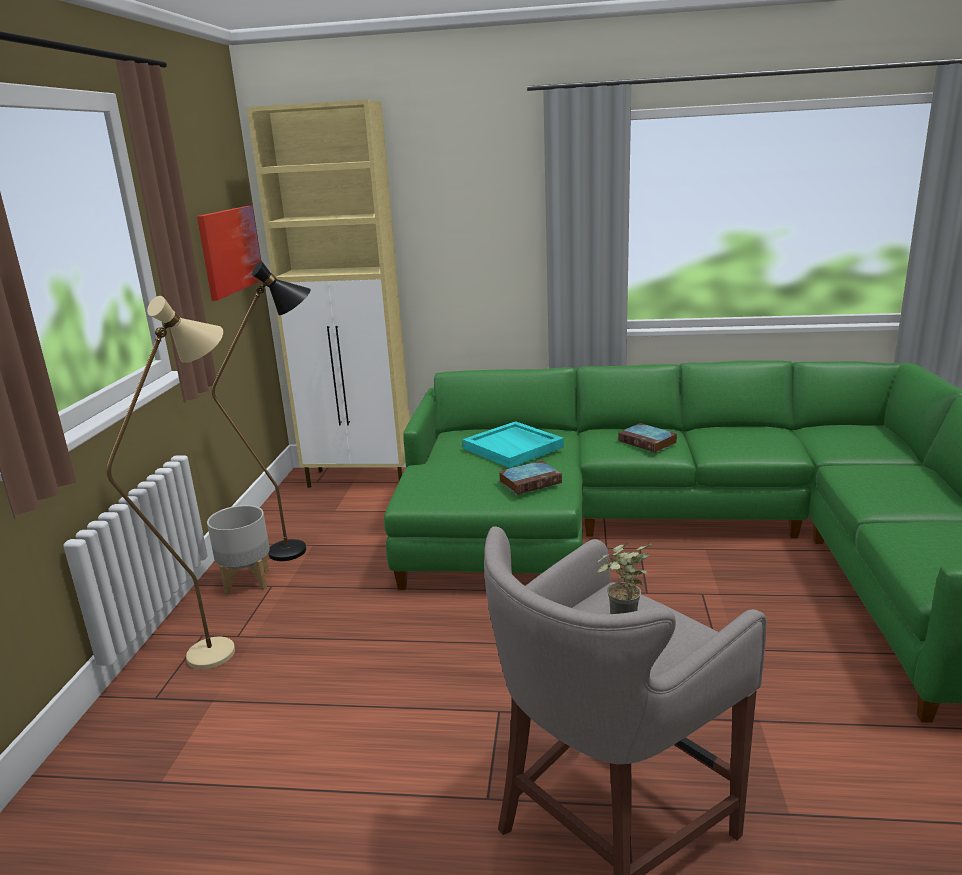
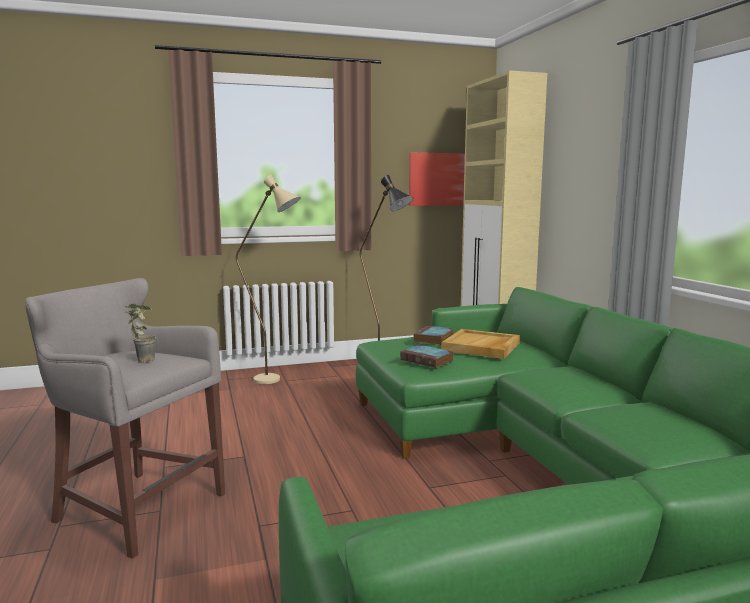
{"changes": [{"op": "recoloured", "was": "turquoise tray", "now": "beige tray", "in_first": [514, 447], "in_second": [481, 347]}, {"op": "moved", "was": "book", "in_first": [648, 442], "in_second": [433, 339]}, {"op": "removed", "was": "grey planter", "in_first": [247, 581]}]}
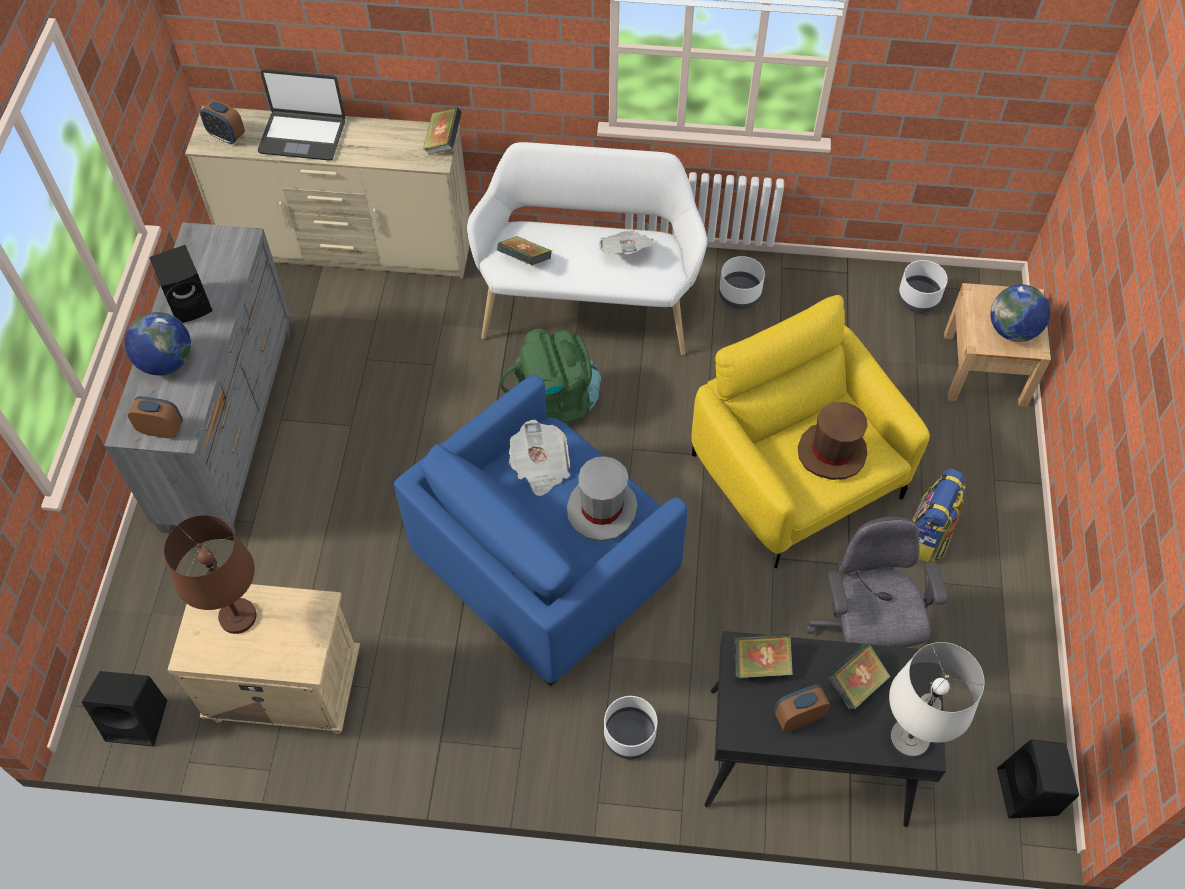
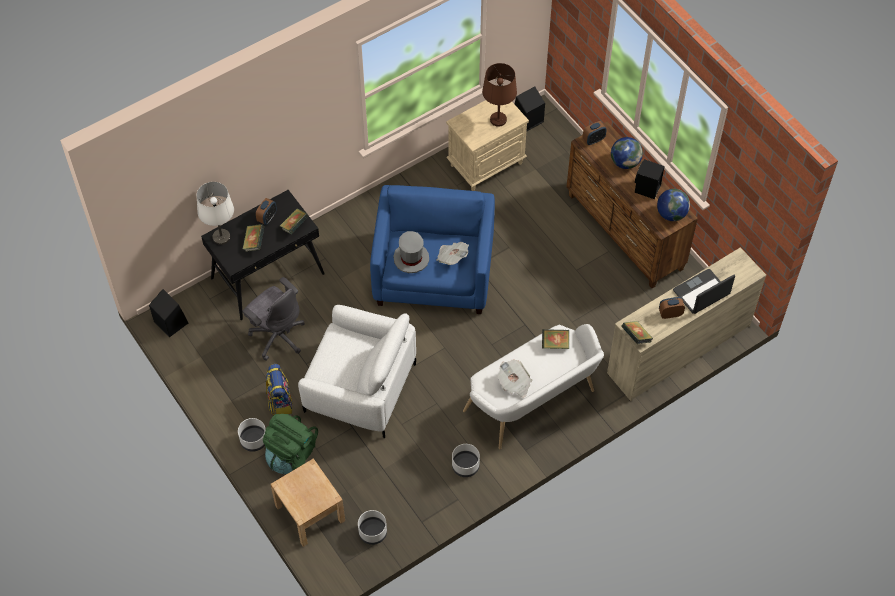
{"changes": [{"op": "moved", "was": "alarm clock", "in_first": [226, 136], "in_second": [670, 313]}, {"op": "recoloured", "was": "grey dresser", "now": "brown dresser", "in_first": [230, 428], "in_second": [624, 233]}, {"op": "moved", "was": "globe", "in_first": [1012, 330], "in_second": [671, 214]}, {"op": "recoloured", "was": "yellow armchair", "now": "white armchair", "in_first": [797, 477], "in_second": [359, 388]}, {"op": "moved", "was": "green backpack", "in_first": [555, 403], "in_second": [291, 454]}, {"op": "removed", "was": "brown hat", "in_first": [832, 452]}, {"op": "moved", "was": "white planter", "in_first": [630, 735], "in_second": [253, 440]}]}
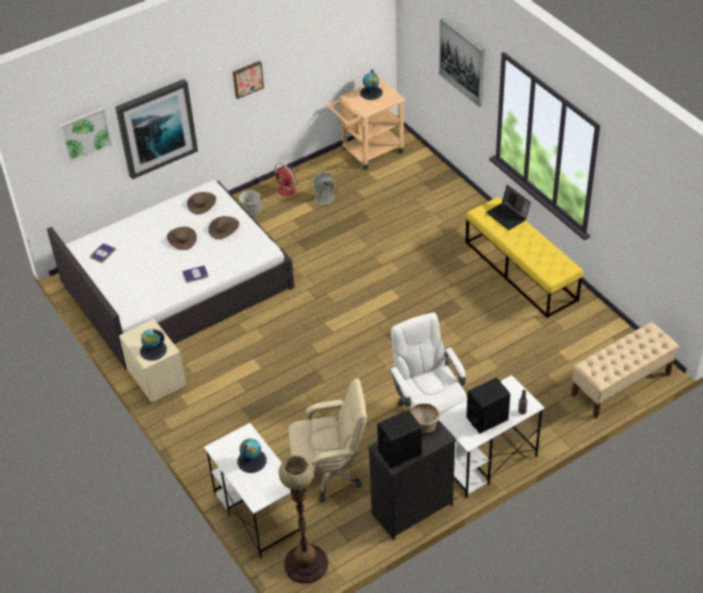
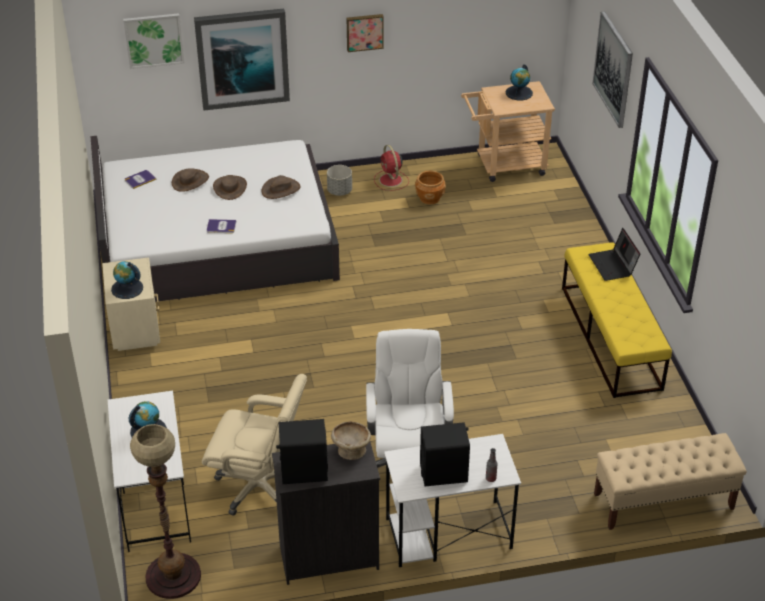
{"changes": [{"op": "replaced", "was": "grey fan", "now": "brown planter", "in_first": [325, 197], "in_second": [430, 198]}, {"op": "moved", "was": "brown hat", "in_first": [202, 203], "in_second": [190, 181]}]}
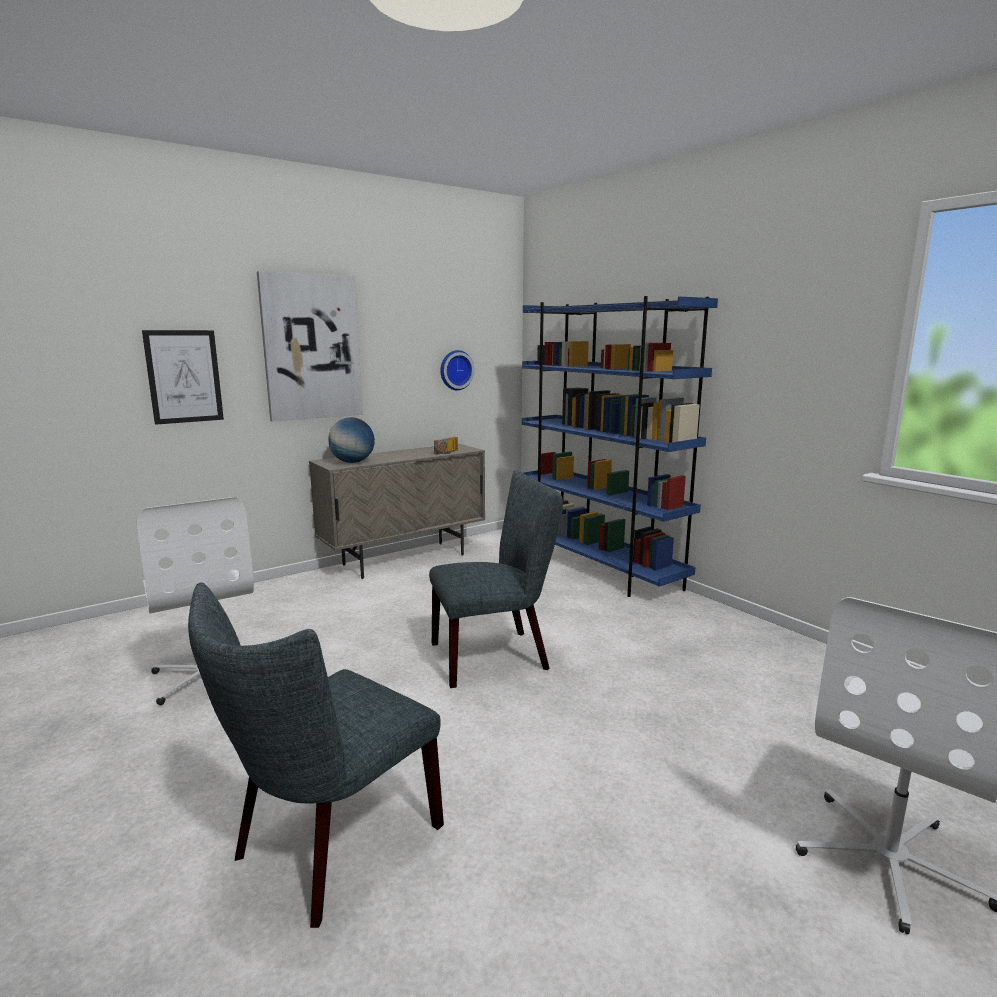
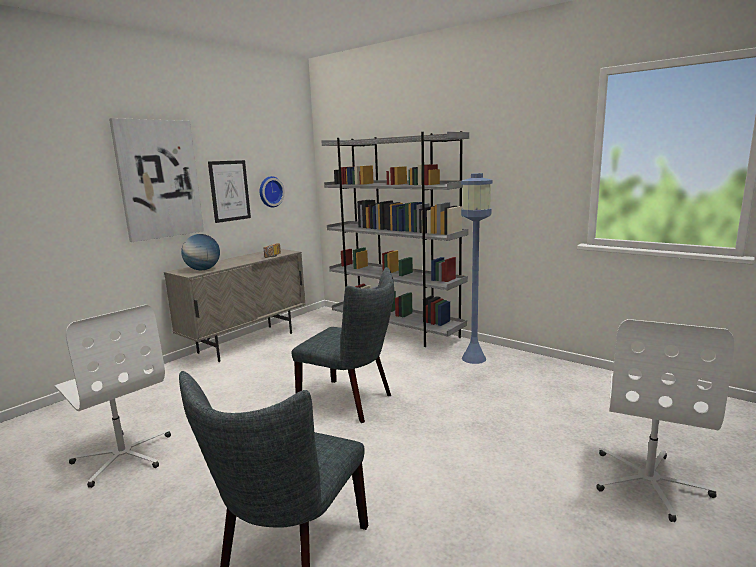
{"changes": [{"op": "recoloured", "was": "blue bookcase", "now": "grey bookcase", "in_first": [599, 569], "in_second": [396, 330]}, {"op": "moved", "was": "picture", "in_first": [184, 376], "in_second": [229, 191]}, {"op": "turned", "was": "grey chair", "in_first": [497, 655], "in_second": [351, 402], "clockwise": 60}, {"op": "added", "now": "blue floor lamp", "in_second": [474, 358]}]}
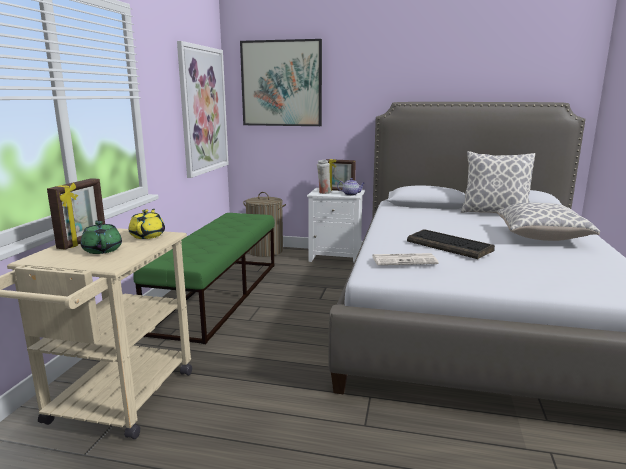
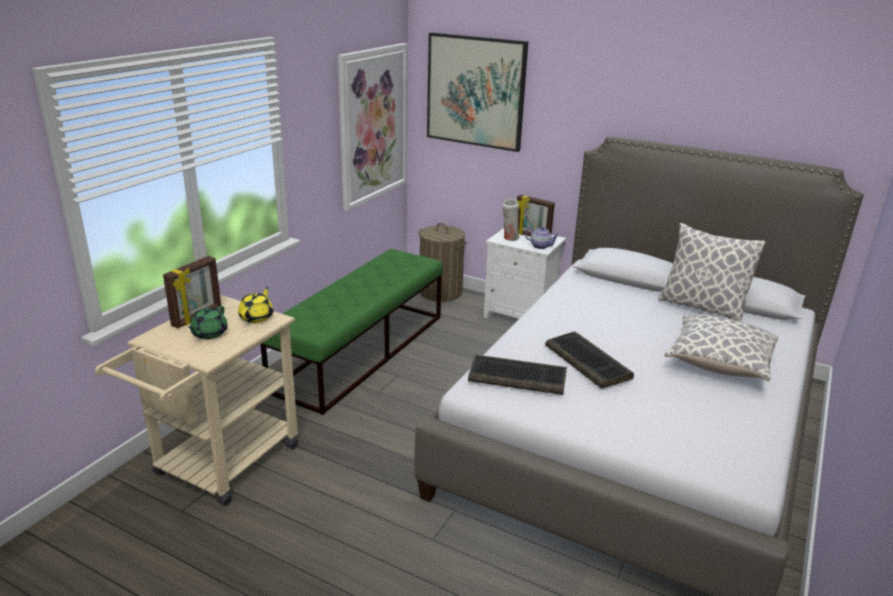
{"changes": [{"op": "turned", "was": "green teapot", "in_first": [102, 250], "in_second": [209, 333], "clockwise": -150}, {"op": "replaced", "was": "newspaper", "now": "keyboard", "in_first": [405, 260], "in_second": [518, 376]}]}
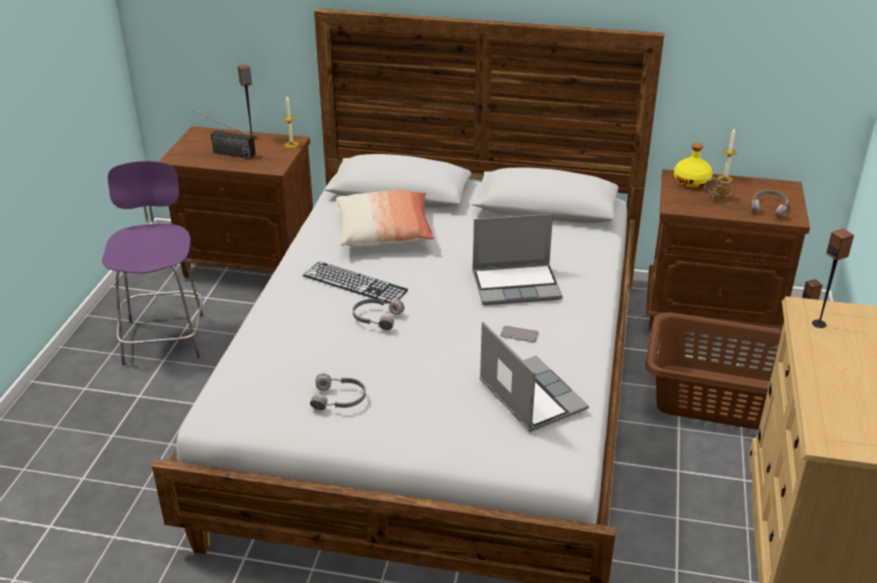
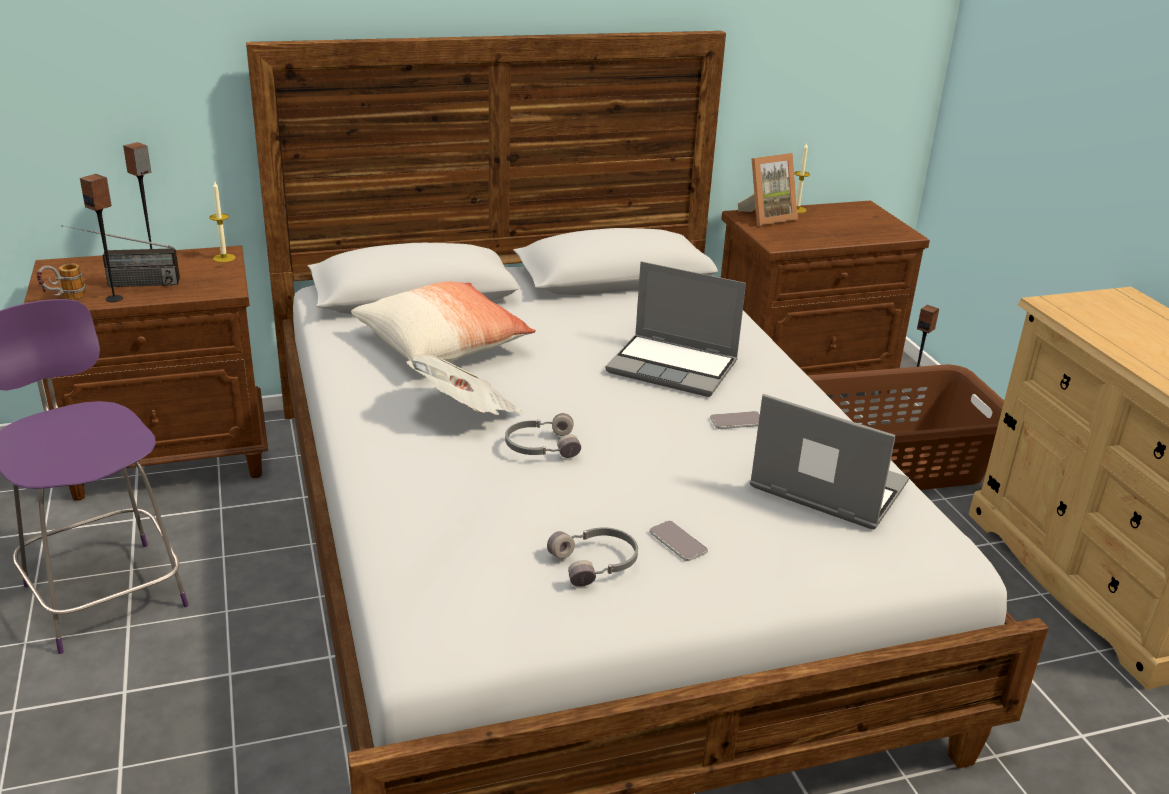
{"changes": [{"op": "replaced", "was": "yellow bottle", "now": "picture frame", "in_first": [692, 181], "in_second": [766, 217]}, {"op": "moved", "was": "mug", "in_first": [715, 198], "in_second": [64, 298]}, {"op": "removed", "was": "grey headphones", "in_first": [769, 208]}, {"op": "turned", "was": "laptop", "in_first": [517, 285], "in_second": [674, 367], "clockwise": 60}, {"op": "moved", "was": "speaker", "in_first": [819, 324], "in_second": [114, 298]}, {"op": "replaced", "was": "keyboard", "now": "newspaper", "in_first": [355, 283], "in_second": [466, 412]}, {"op": "added", "now": "phone", "in_second": [678, 542]}]}
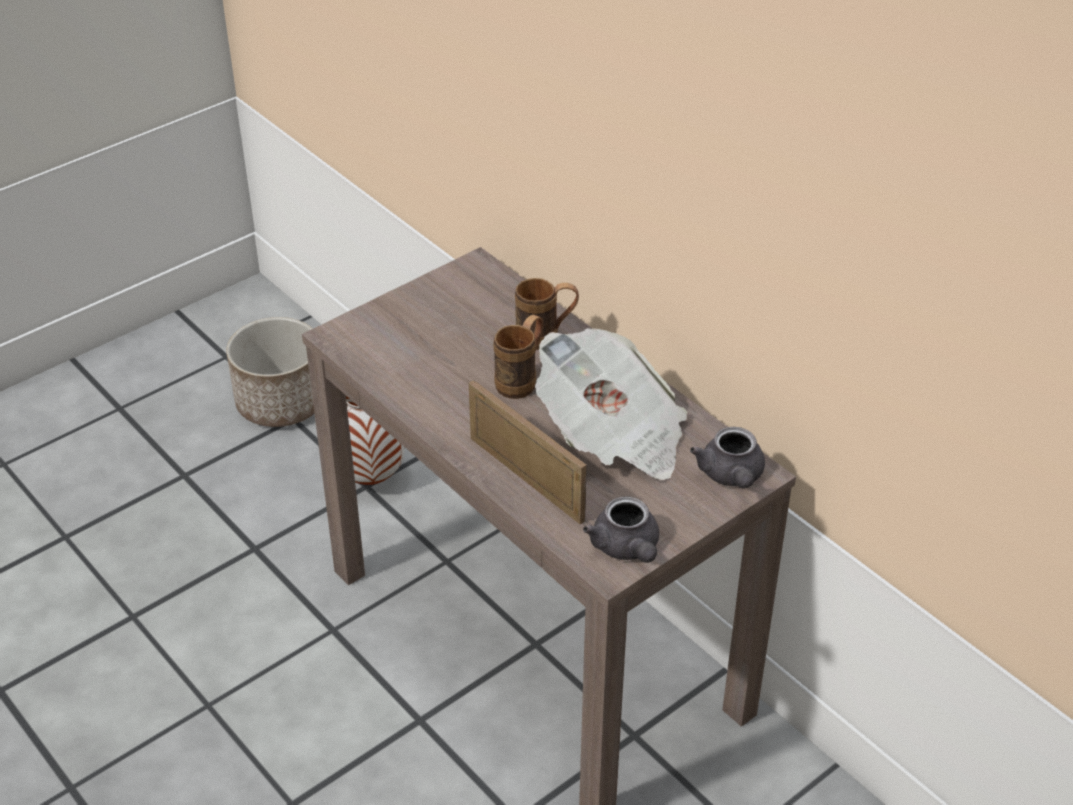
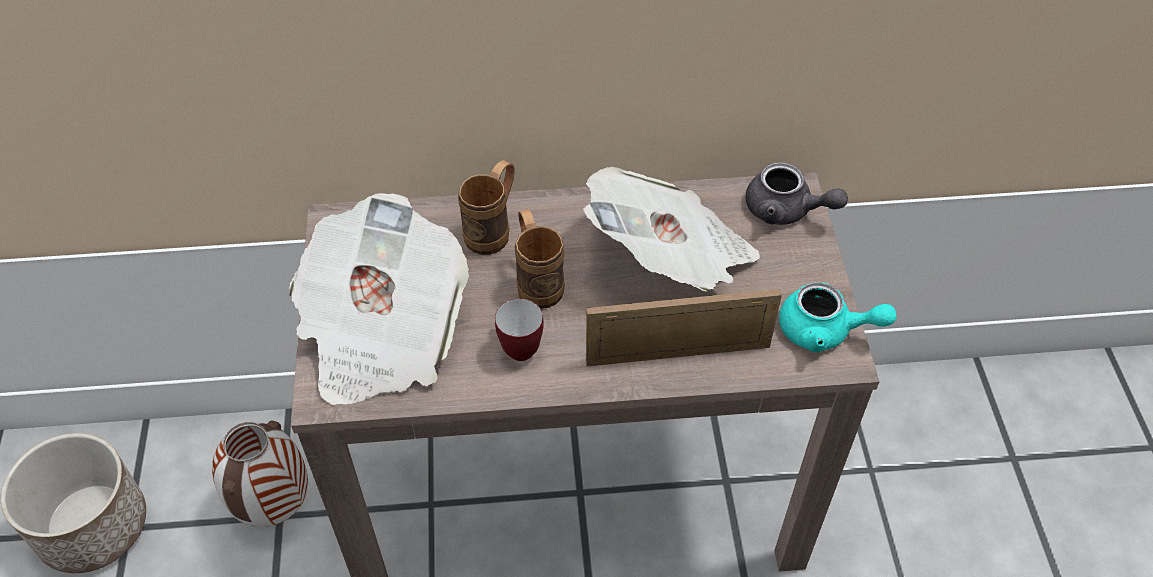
{"changes": [{"op": "recoloured", "was": "grey teapot", "now": "turquoise teapot", "in_first": [627, 548], "in_second": [825, 331]}, {"op": "added", "now": "newspaper", "in_second": [381, 332]}, {"op": "added", "now": "mug", "in_second": [516, 347]}]}
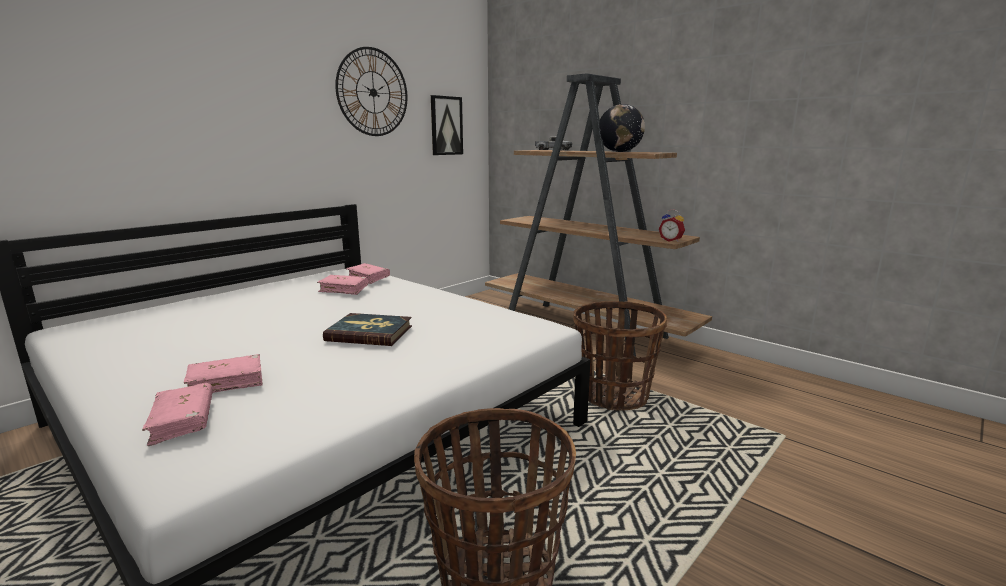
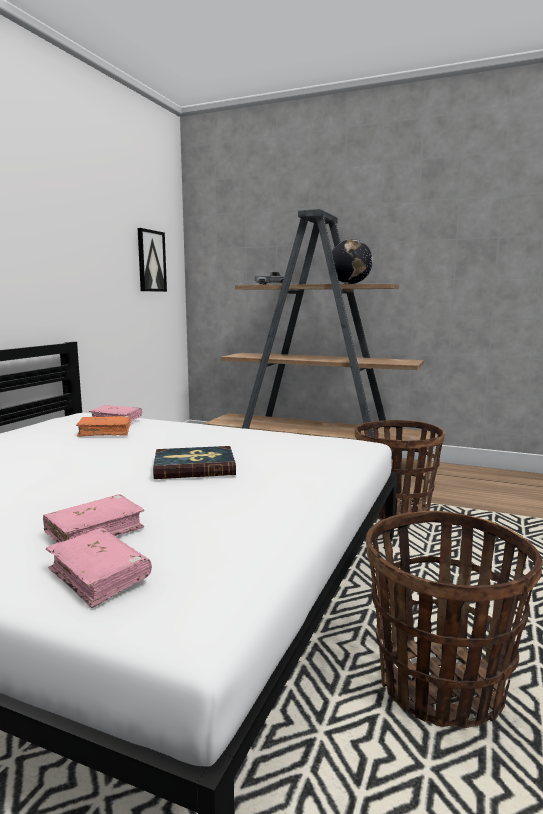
{"changes": [{"op": "removed", "was": "wall clock", "in_first": [373, 92]}, {"op": "removed", "was": "alarm clock", "in_first": [671, 240]}, {"op": "recoloured", "was": "pink book", "now": "orange book", "in_first": [344, 290], "in_second": [105, 432]}]}
